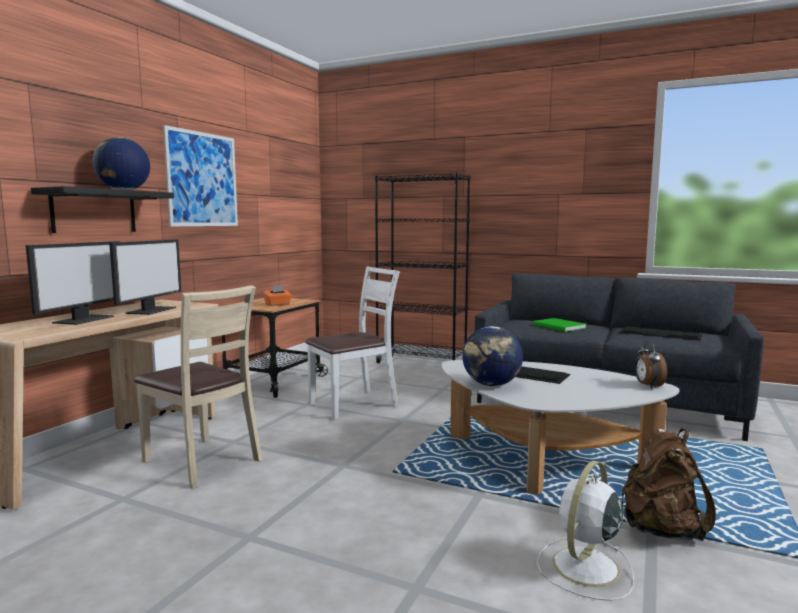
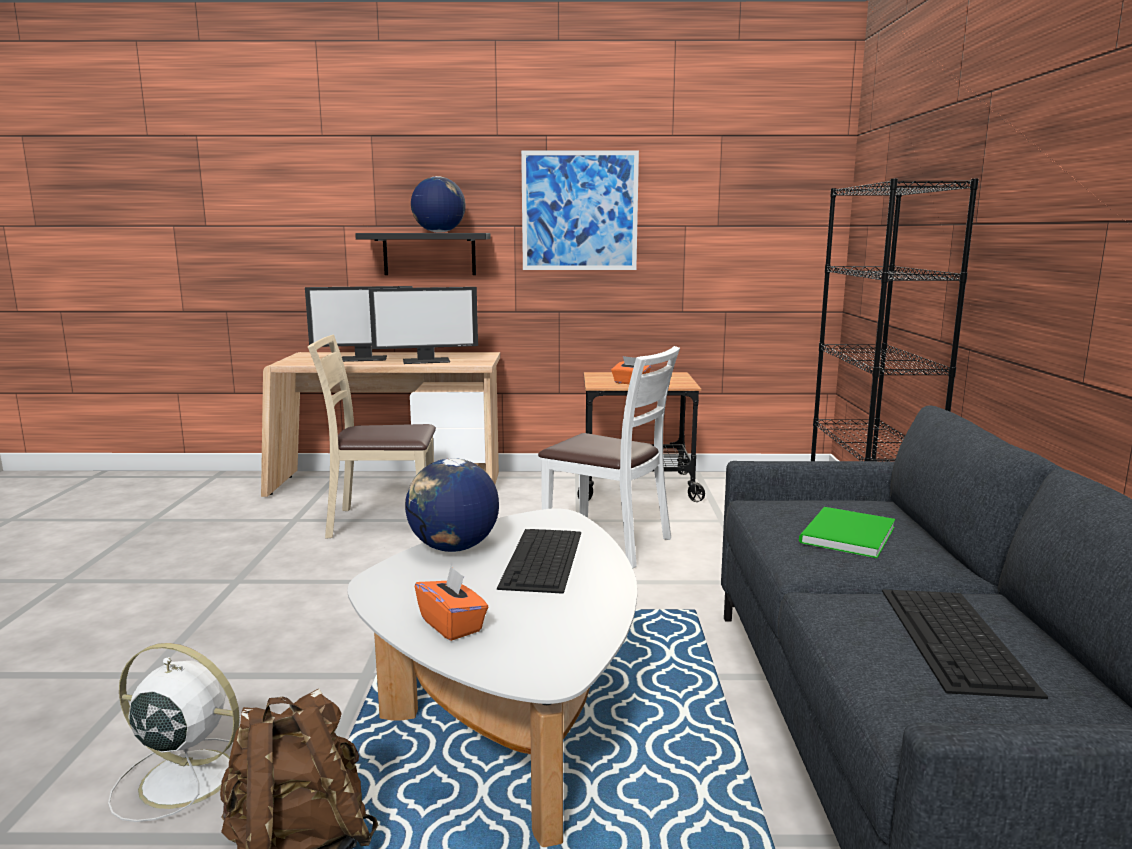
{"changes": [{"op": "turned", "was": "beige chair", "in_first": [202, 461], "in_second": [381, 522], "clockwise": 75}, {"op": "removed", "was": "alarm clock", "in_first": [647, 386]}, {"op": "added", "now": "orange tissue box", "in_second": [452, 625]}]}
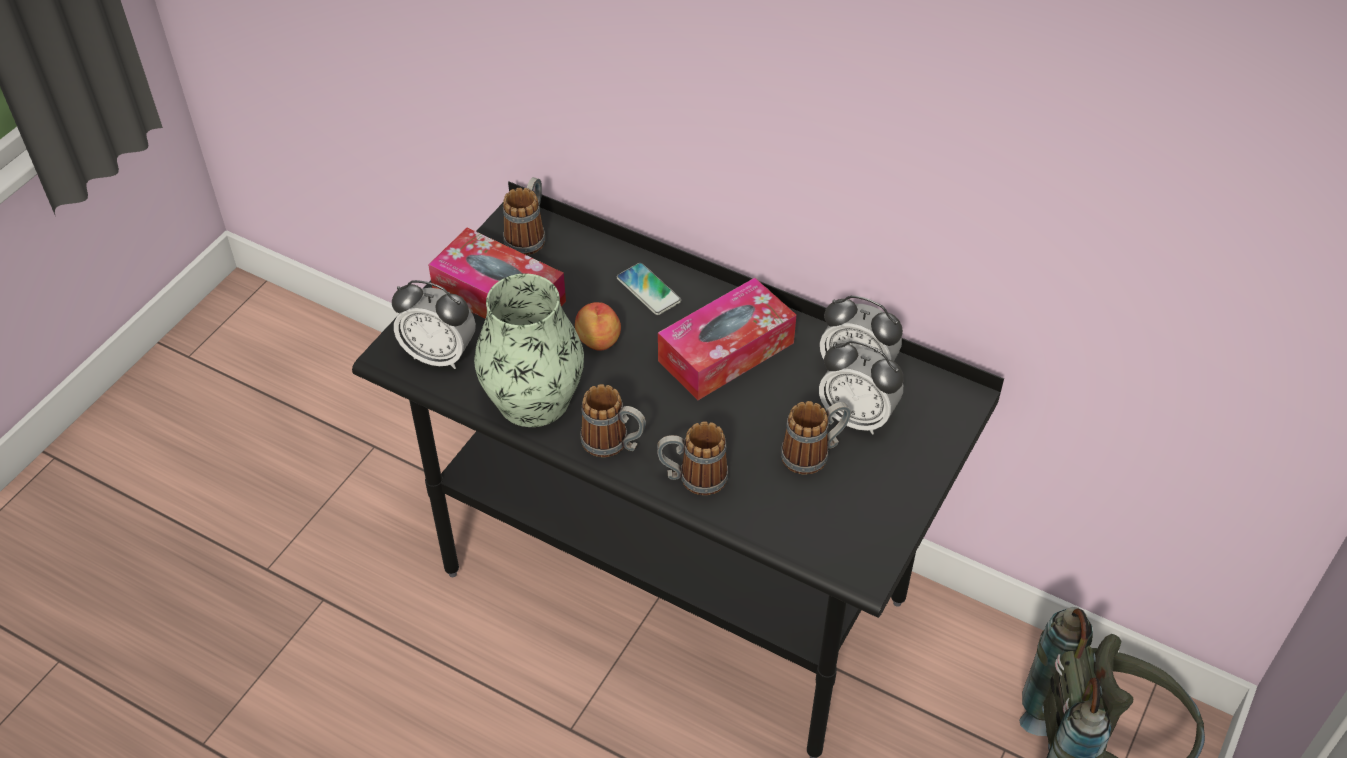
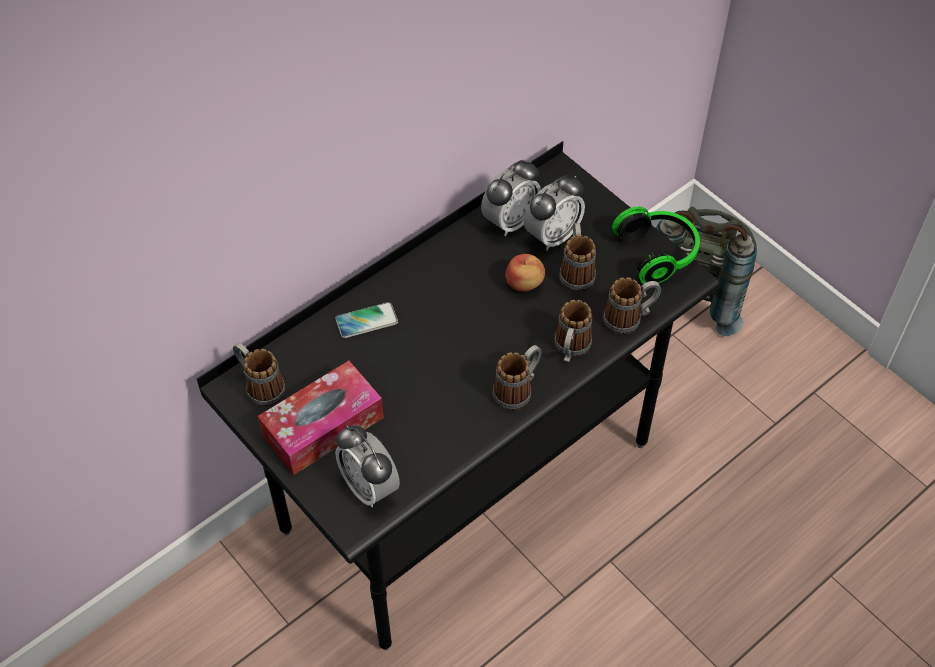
{"changes": [{"op": "removed", "was": "vase", "in_first": [533, 399]}, {"op": "removed", "was": "tissue box", "in_first": [726, 352]}, {"op": "turned", "was": "alarm clock", "in_first": [439, 354], "in_second": [369, 487], "clockwise": 105}, {"op": "moved", "was": "apple", "in_first": [597, 341], "in_second": [524, 284]}, {"op": "added", "now": "headphones", "in_second": [658, 253]}, {"op": "added", "now": "mug", "in_second": [629, 318]}]}
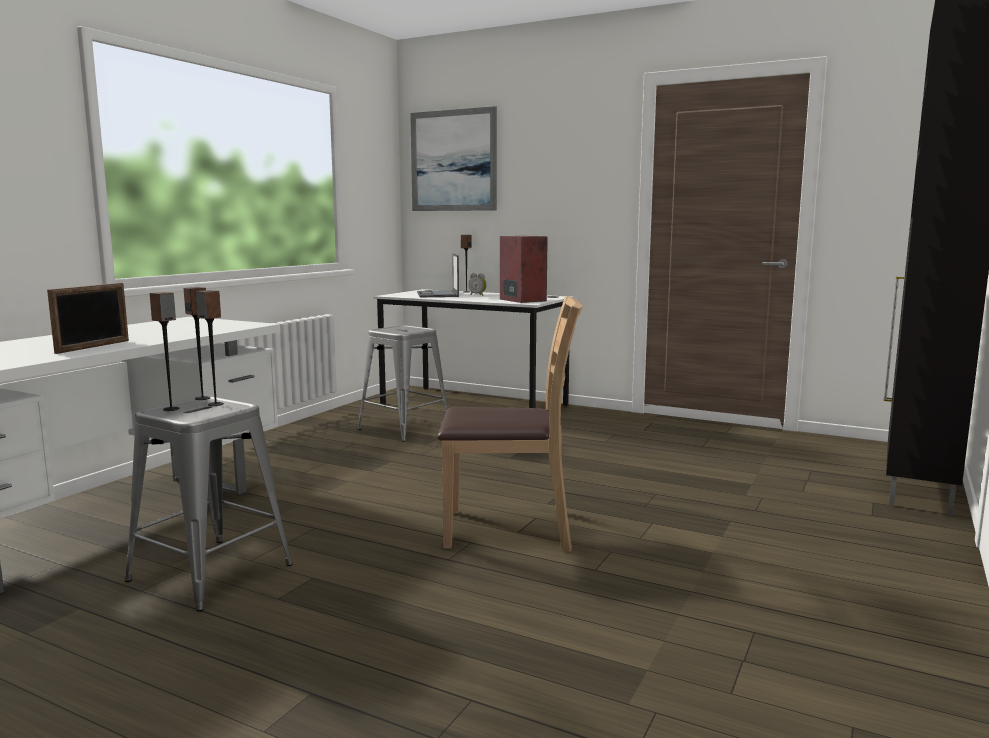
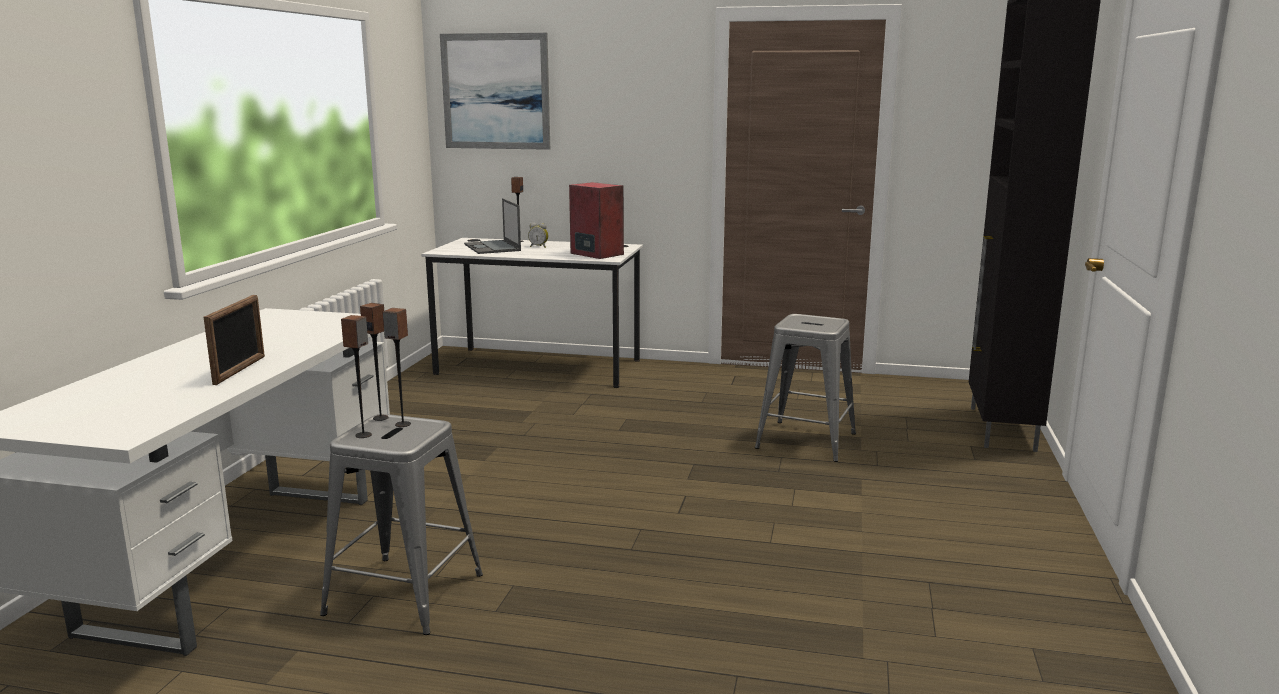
{"changes": [{"op": "removed", "was": "brown chair", "in_first": [509, 529]}, {"op": "moved", "was": "grey stool", "in_first": [405, 428], "in_second": [806, 440]}]}
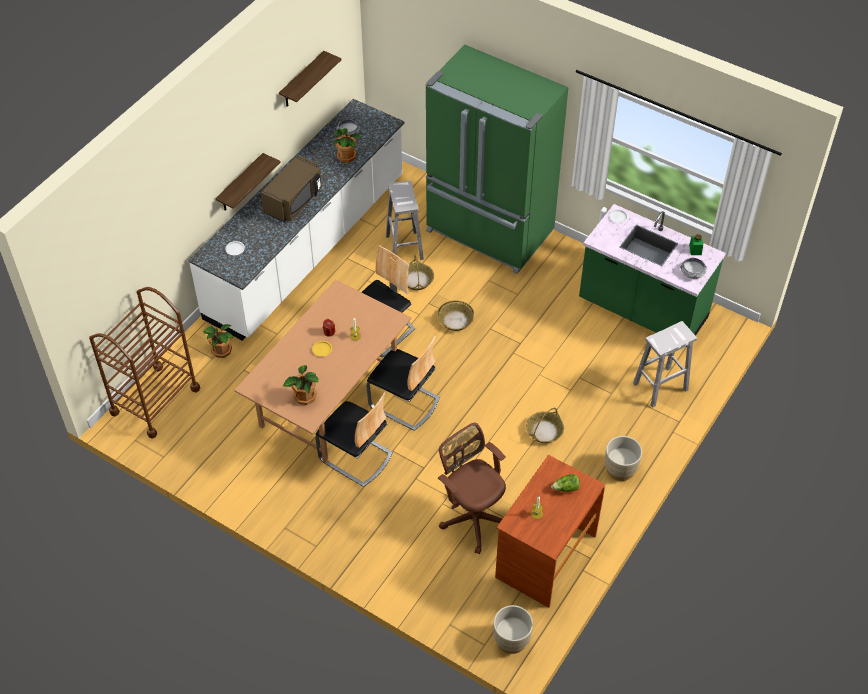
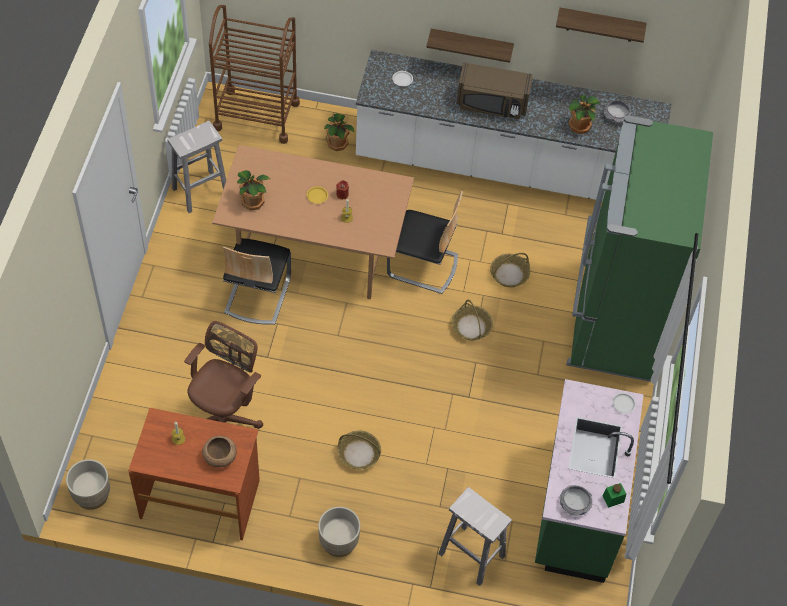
{"changes": [{"op": "moved", "was": "white stool", "in_first": [404, 247], "in_second": [201, 191]}, {"op": "removed", "was": "chair", "in_first": [404, 403]}, {"op": "replaced", "was": "lettuce", "now": "brown bowl", "in_first": [566, 488], "in_second": [220, 457]}]}
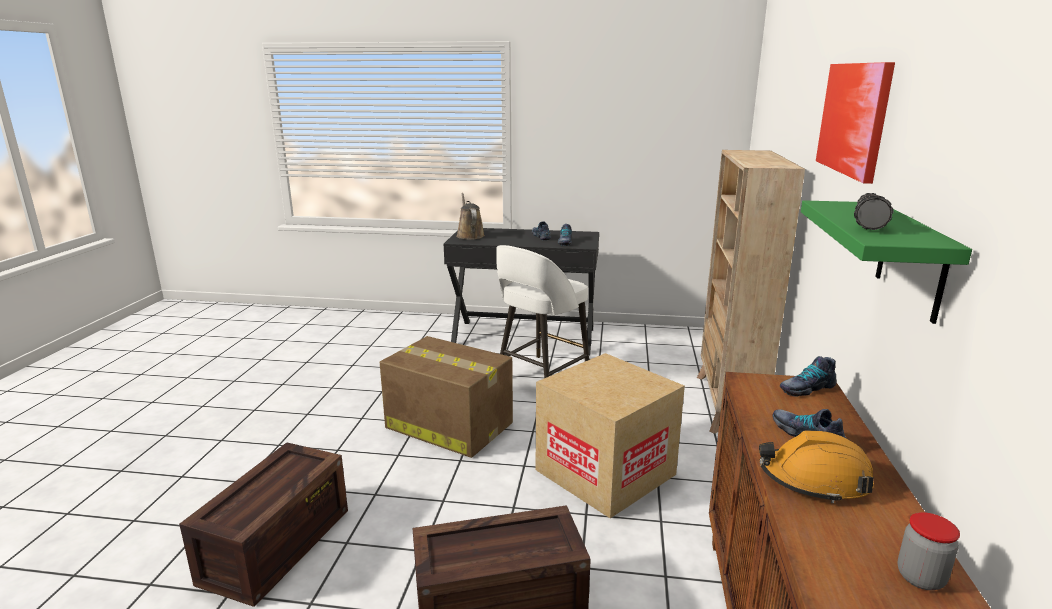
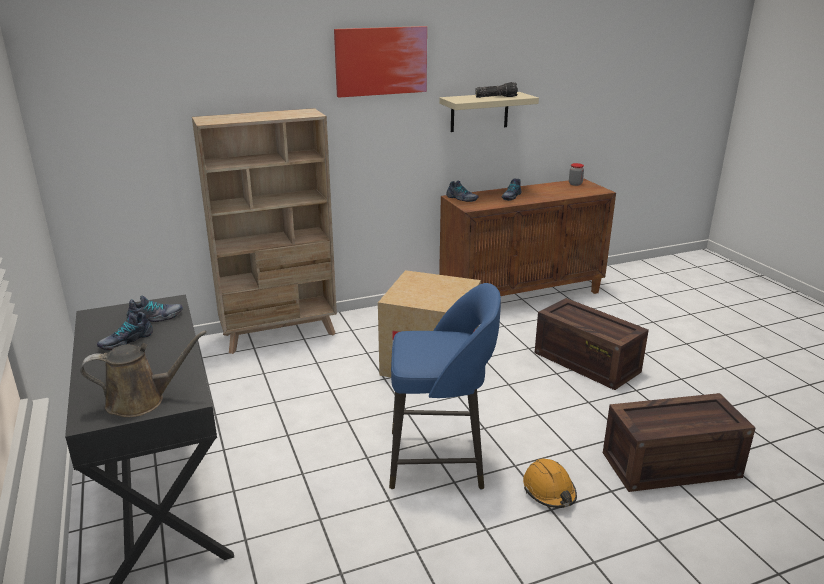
{"changes": [{"op": "turned", "was": "brown watering can", "in_first": [469, 235], "in_second": [141, 401], "clockwise": -150}, {"op": "recoloured", "was": "green shelf", "now": "beige shelf", "in_first": [911, 260], "in_second": [479, 112]}, {"op": "removed", "was": "white stool", "in_first": [540, 377]}, {"op": "replaced", "was": "cardboard box", "now": "blue stool", "in_first": [448, 425], "in_second": [439, 459]}, {"op": "moved", "was": "orange hard hat", "in_first": [814, 480], "in_second": [549, 491]}]}
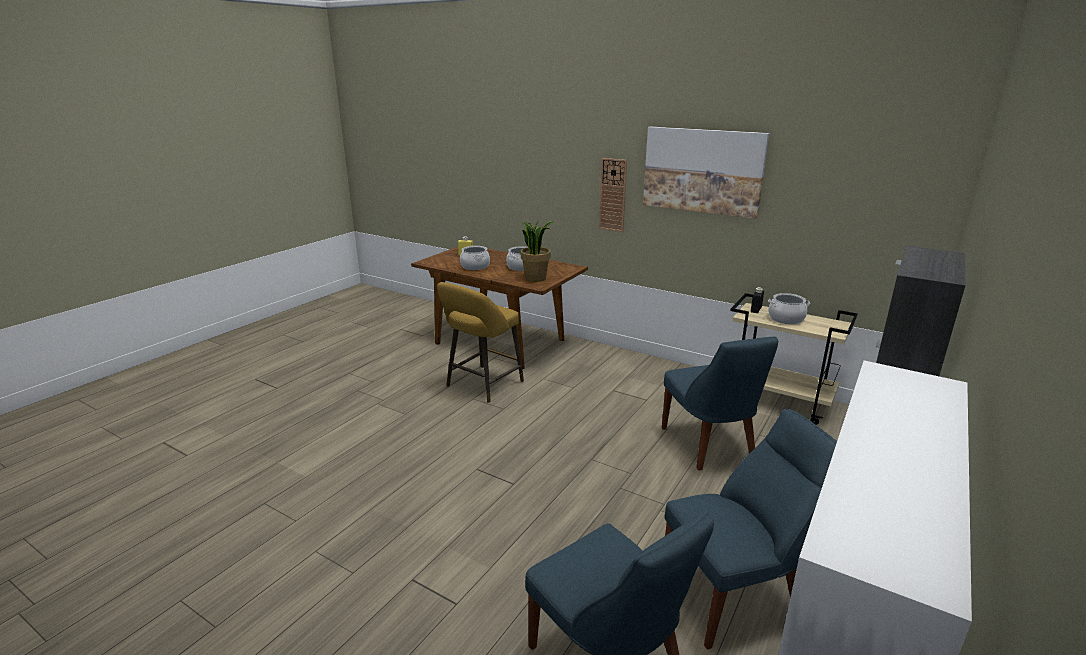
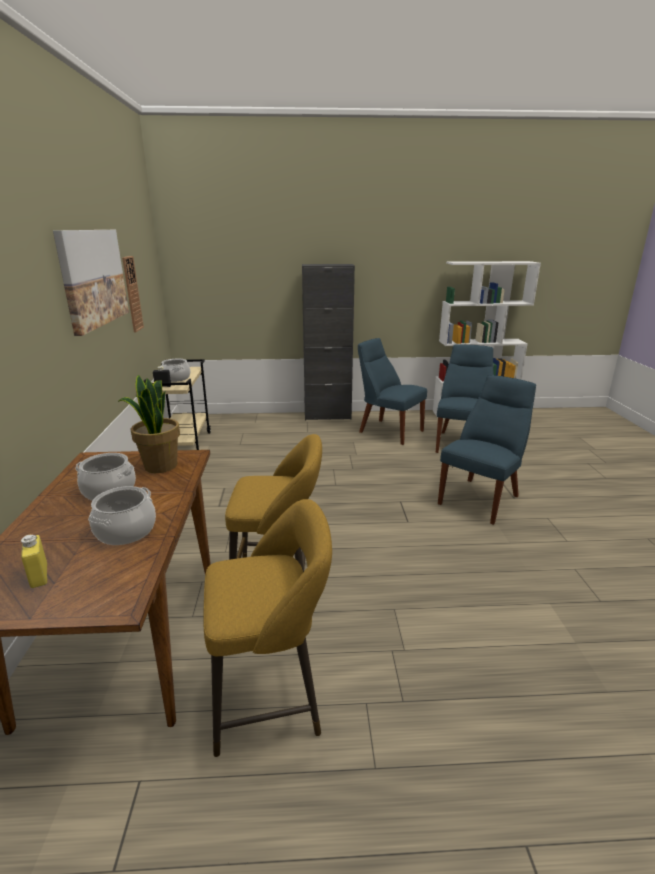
{"changes": [{"op": "moved", "was": "wall clock", "in_first": [613, 195], "in_second": [132, 294]}, {"op": "moved", "was": "blue chair", "in_first": [709, 446], "in_second": [481, 498]}, {"op": "added", "now": "yellow stool", "in_second": [272, 697]}]}
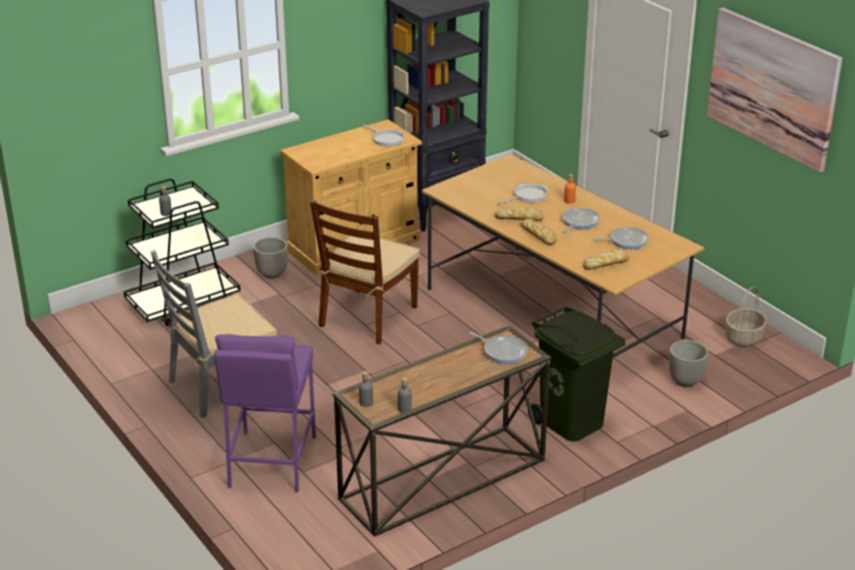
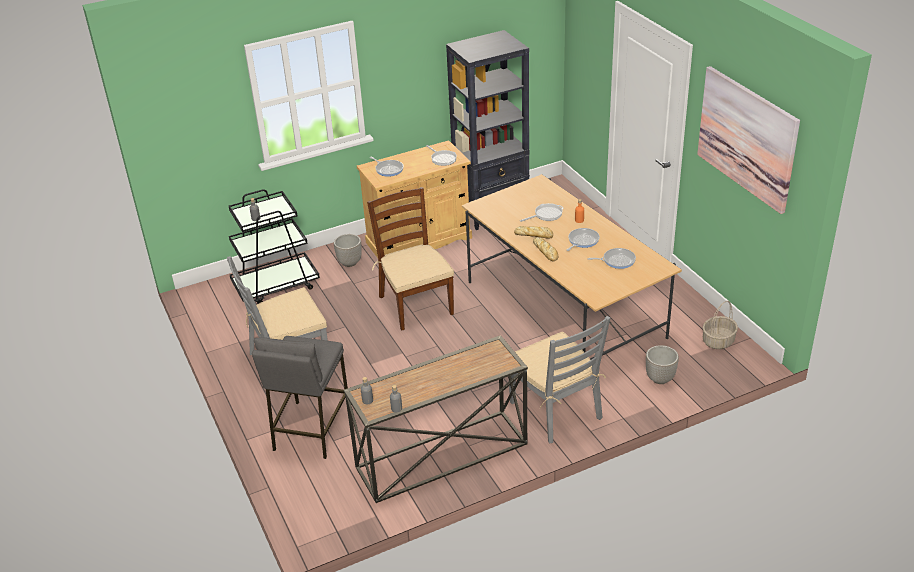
{"changes": [{"op": "turned", "was": "brown chair", "in_first": [367, 317], "in_second": [415, 305], "clockwise": 120}, {"op": "removed", "was": "bread", "in_first": [607, 263]}, {"op": "replaced", "was": "green trash can", "now": "grey chair", "in_first": [570, 422], "in_second": [556, 410]}, {"op": "moved", "was": "frying pan", "in_first": [503, 351], "in_second": [388, 169]}, {"op": "recoloured", "was": "purple stool", "now": "grey stool", "in_first": [271, 461], "in_second": [311, 429]}]}
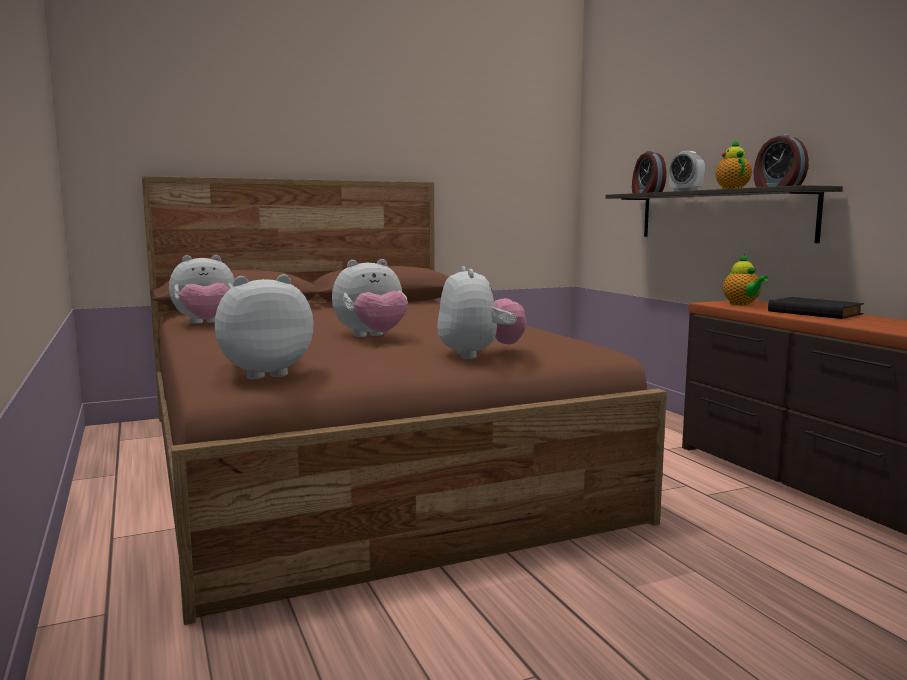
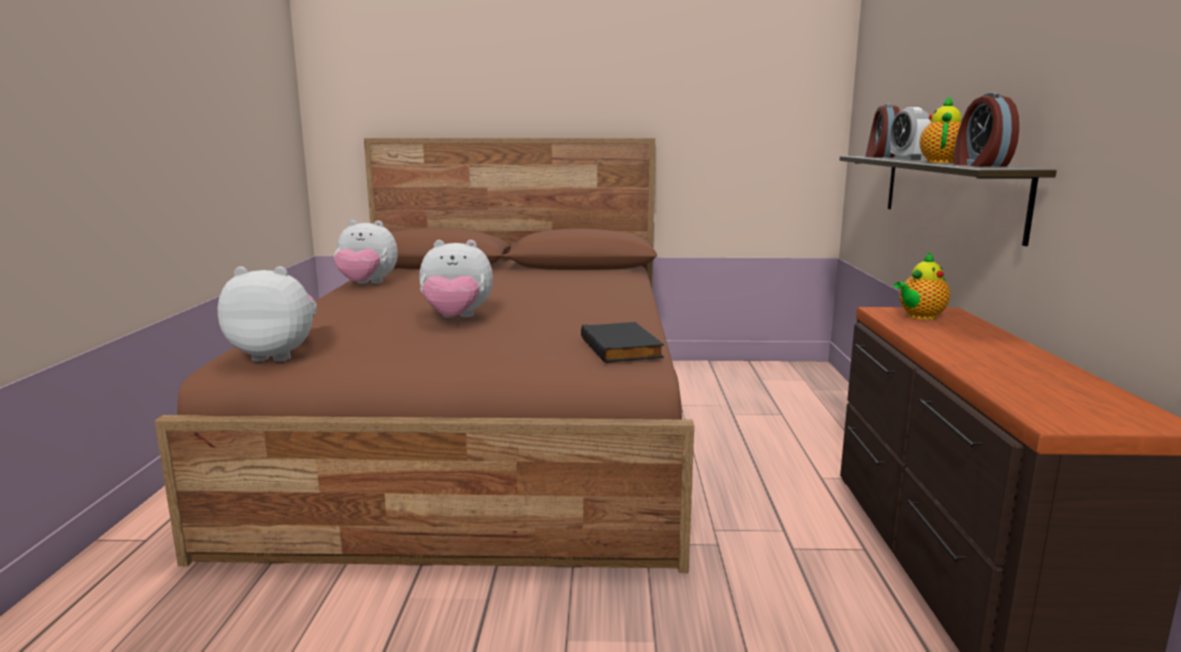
{"changes": [{"op": "turned", "was": "teapot", "in_first": [742, 304], "in_second": [919, 316], "clockwise": 45}, {"op": "removed", "was": "plush toy", "in_first": [479, 355]}, {"op": "moved", "was": "black book", "in_first": [816, 313], "in_second": [623, 348]}]}
